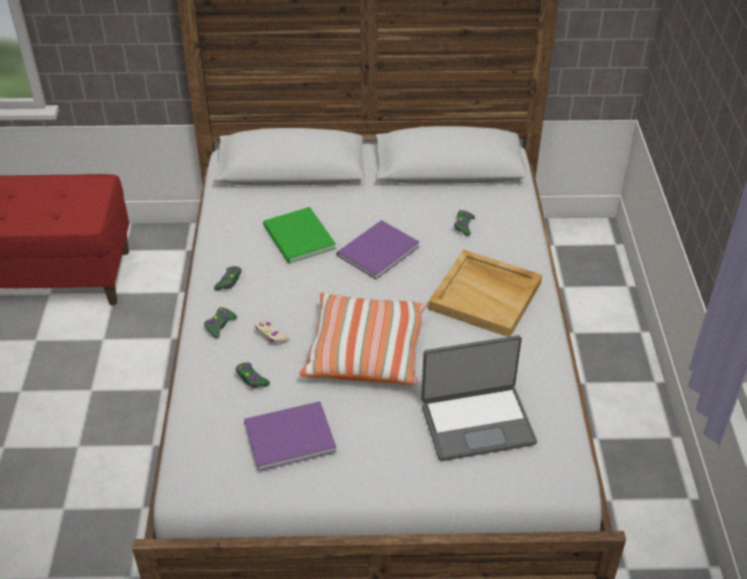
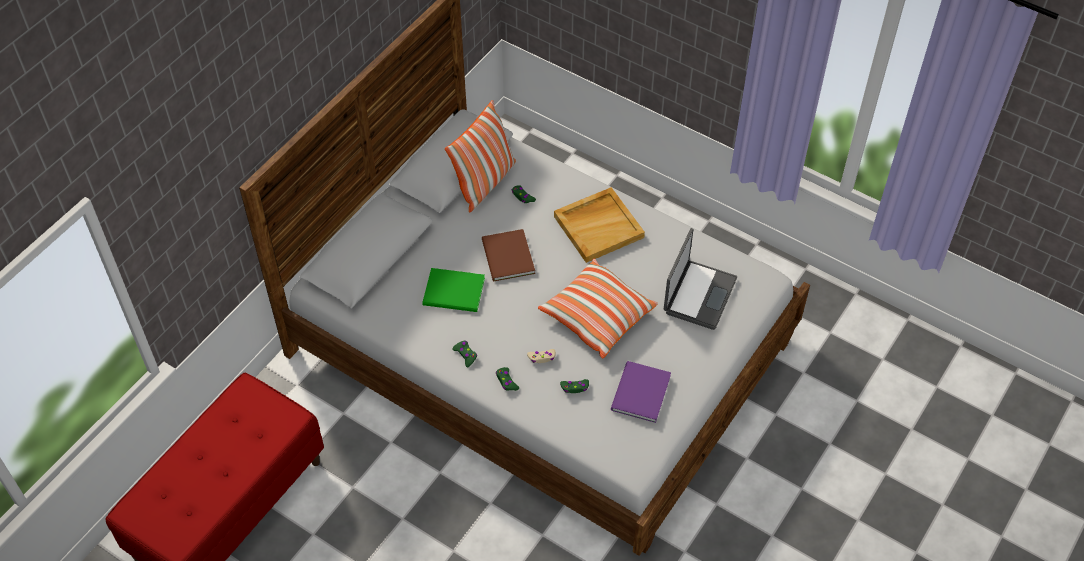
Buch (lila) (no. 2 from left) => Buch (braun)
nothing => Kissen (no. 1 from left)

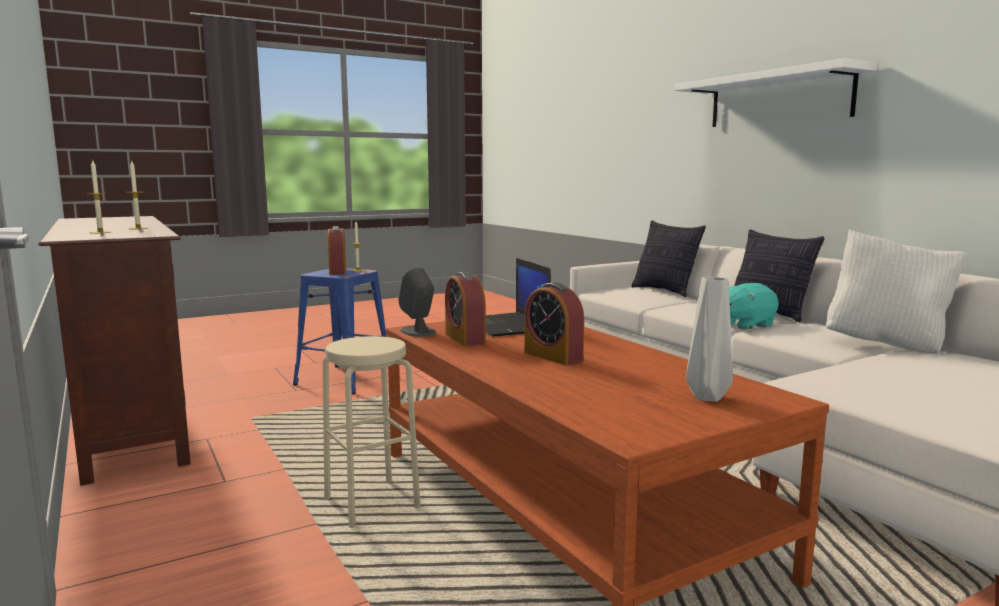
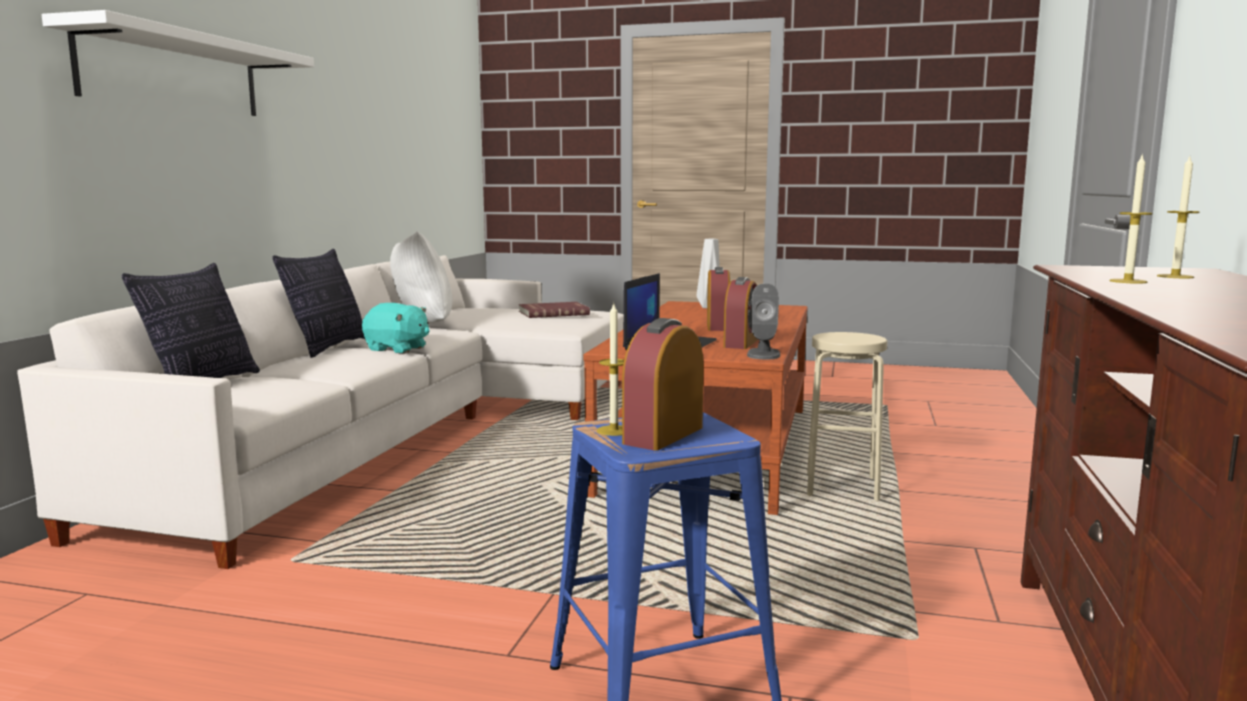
nothing => Buch (rot)

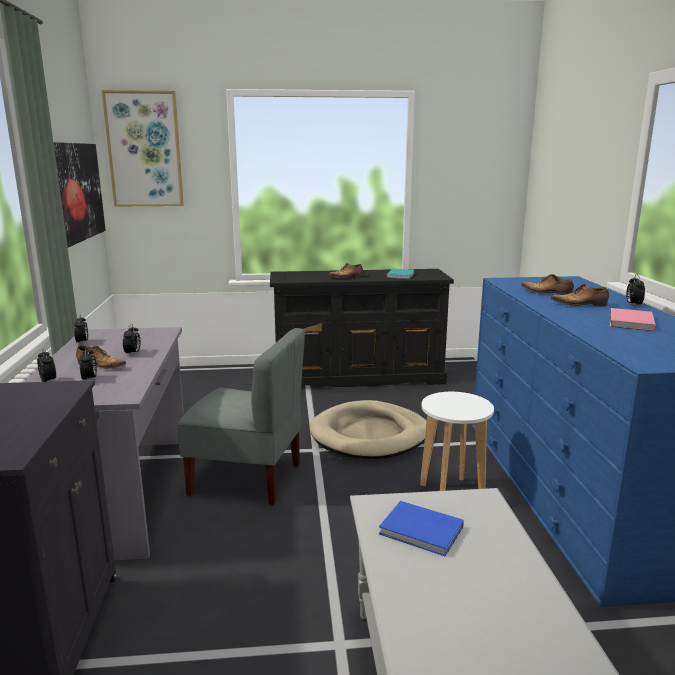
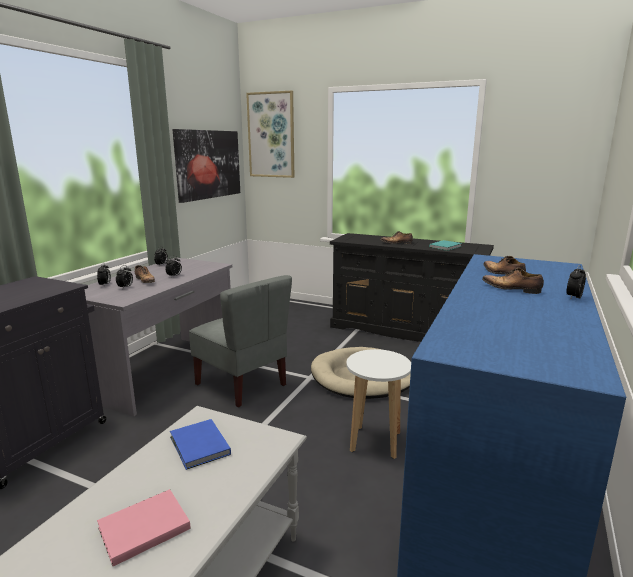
Buch (rosa), relocated

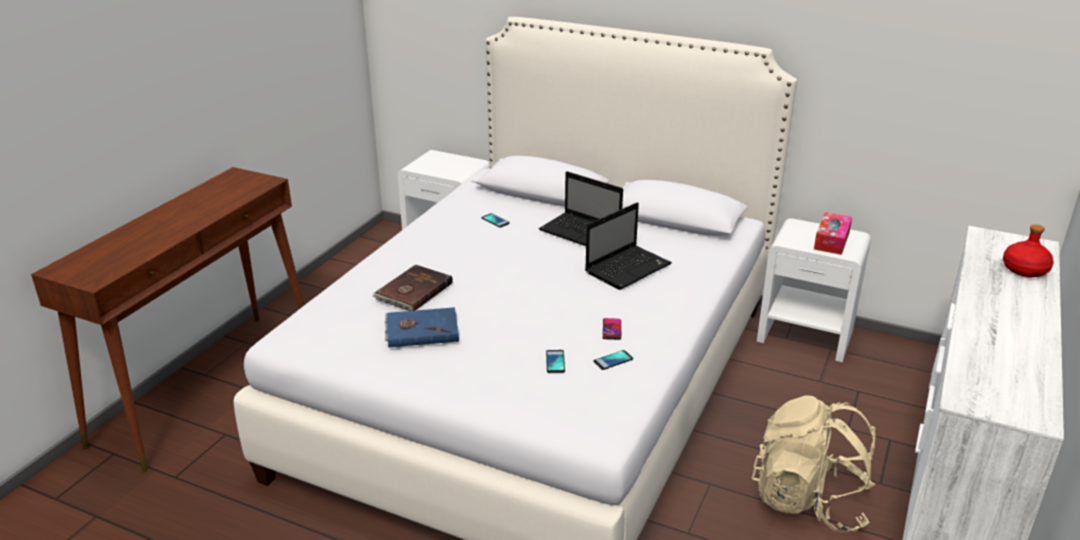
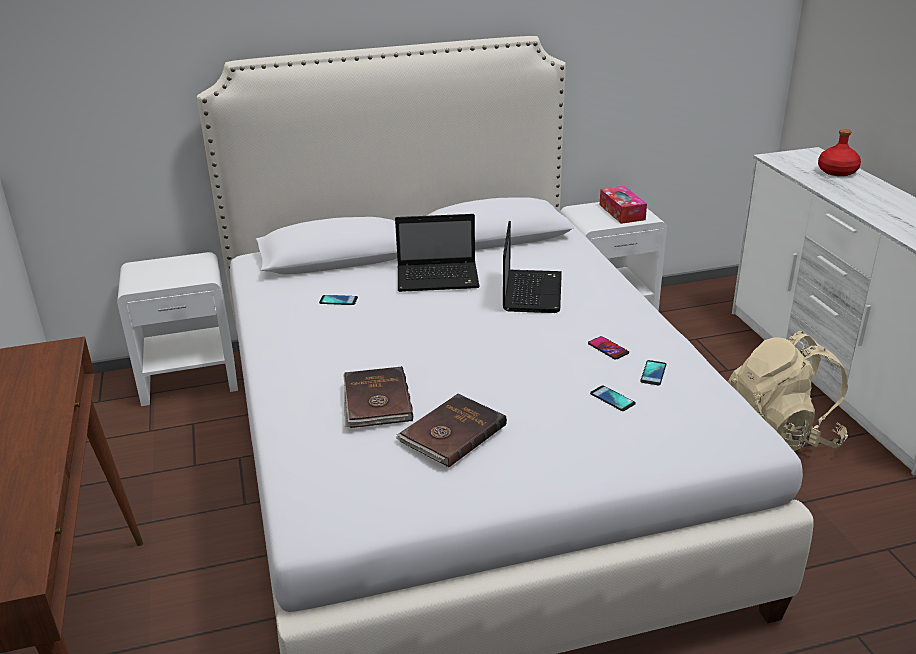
Buch (blau) => Buch (braun) (no. 2 from left)

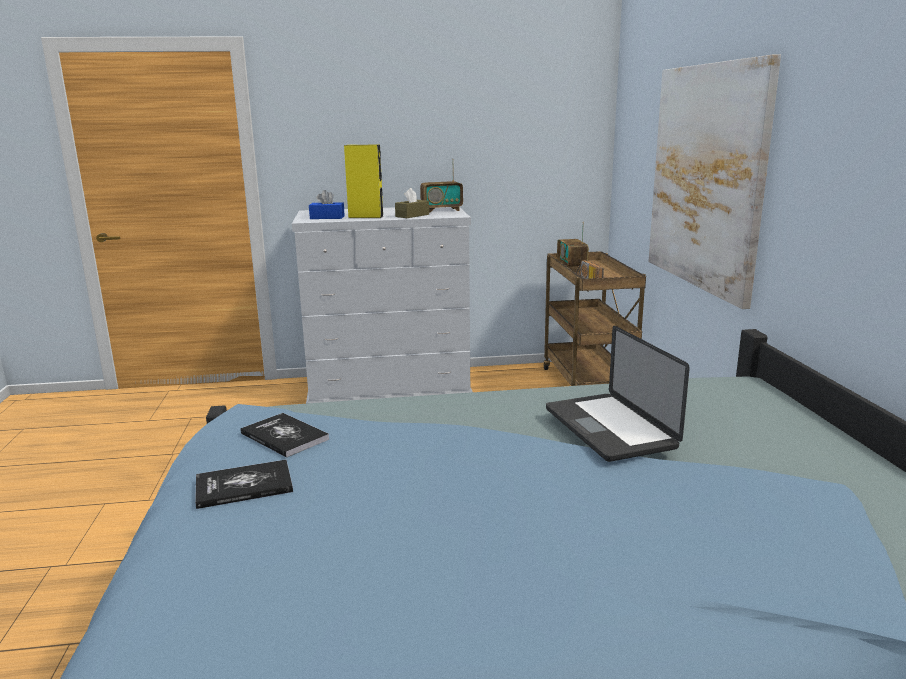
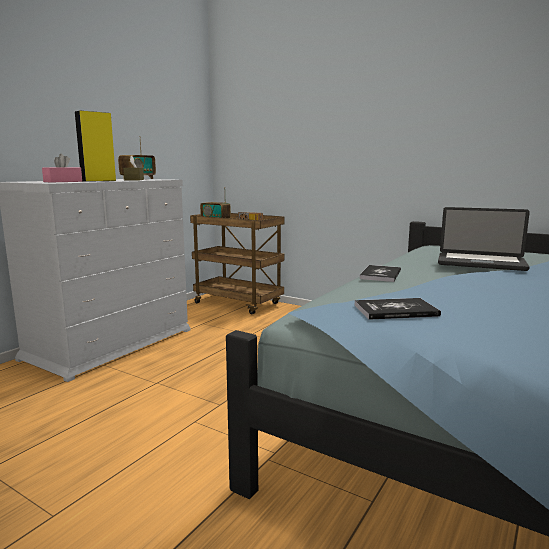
Bild => nothing
Taschentuchbox (blau) => Taschentuchbox (rosa)
Buch (no. 1 from left), relocated

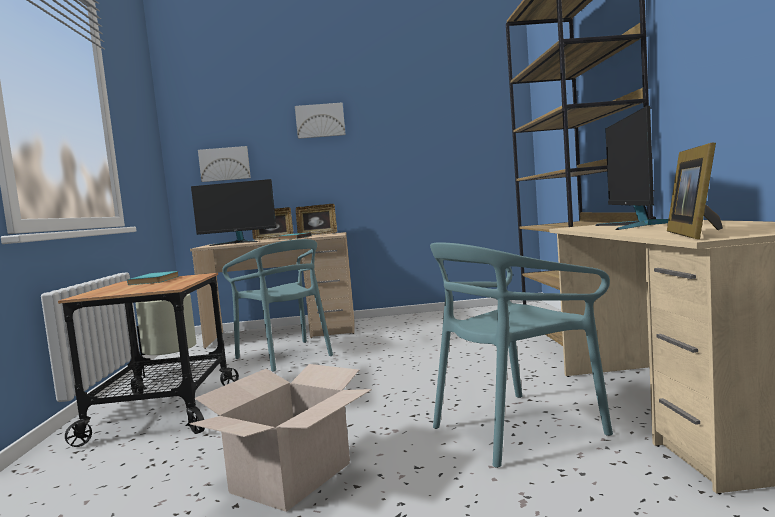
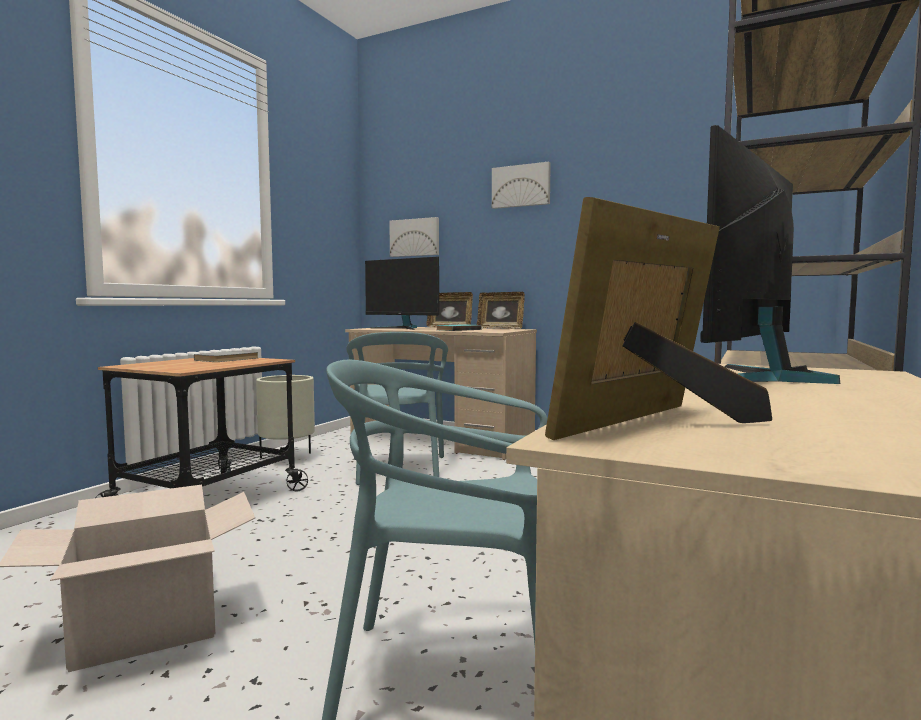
Buch (türkis) (no. 1 from left) => Buch (grau)

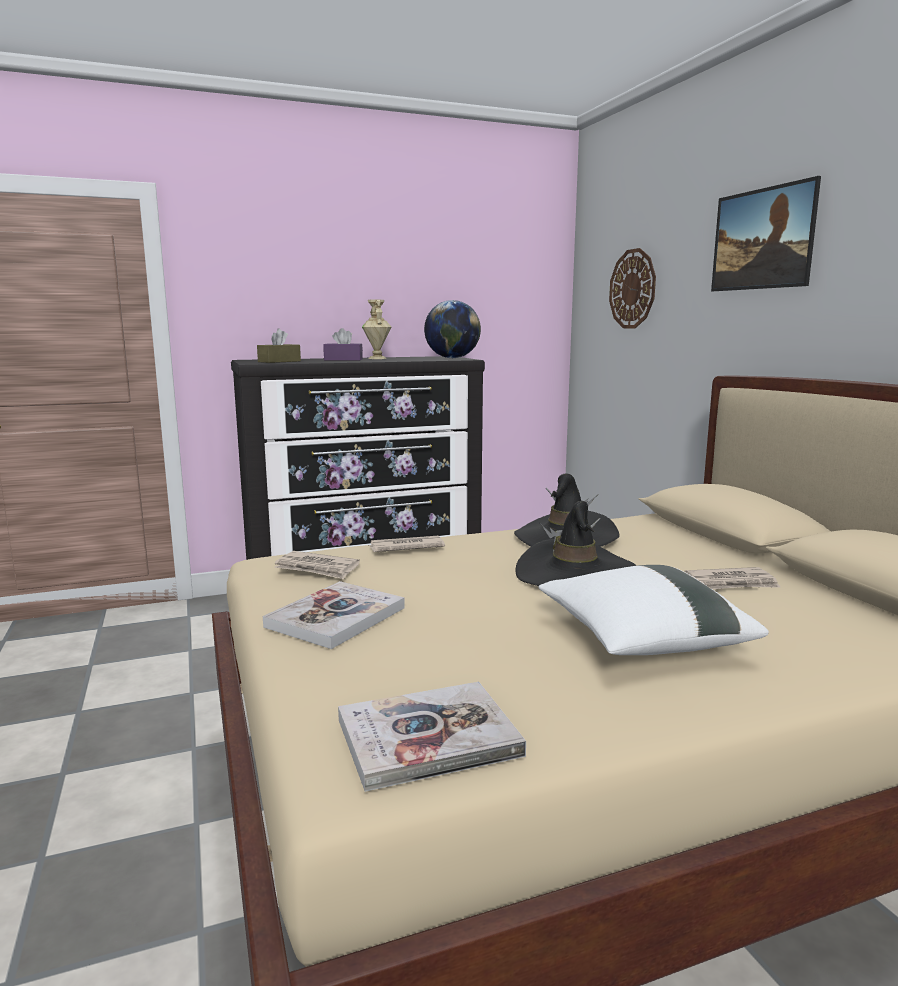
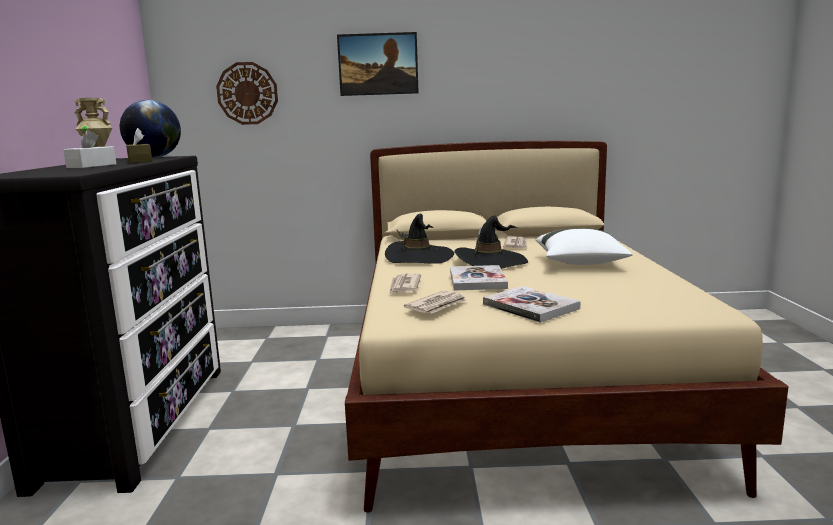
Taschentuchbox (braun), relocated
Taschentuchbox (lila) => Taschentuchbox (weiß)
Buch (no. 2 from left in the first image) => Buch (no. 1 from left), relocated

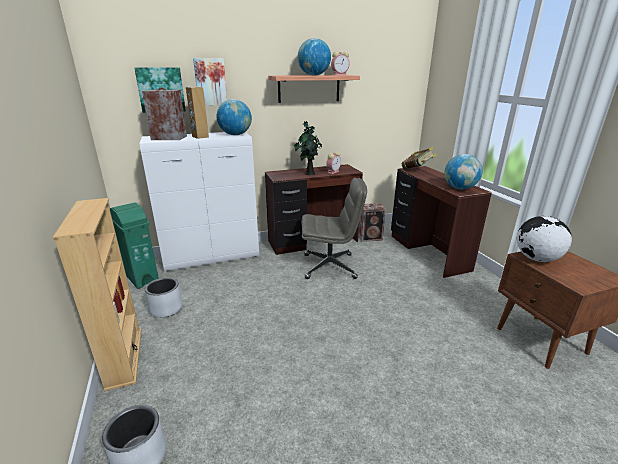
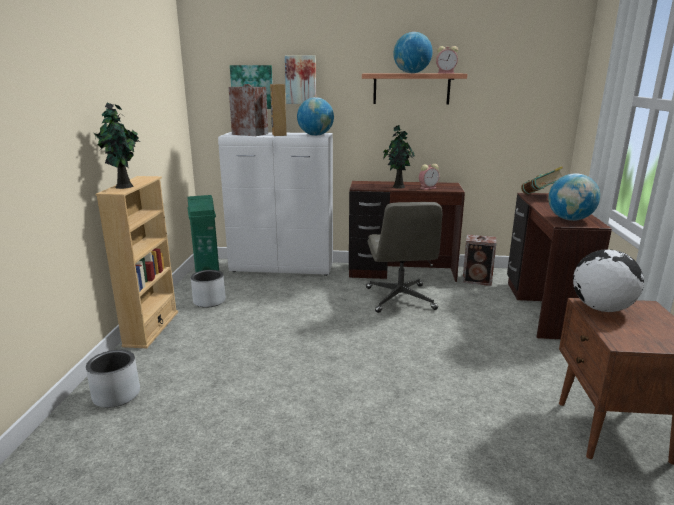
Bürostuhl (grau), 60 degrees clockwise
nothing => Topfpflanze (no. 1 from left)

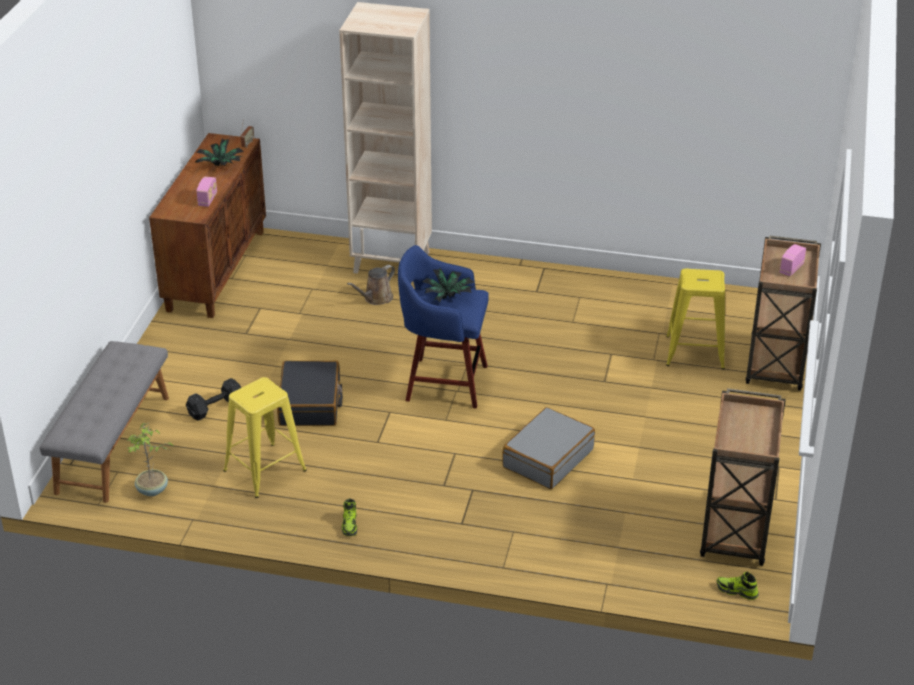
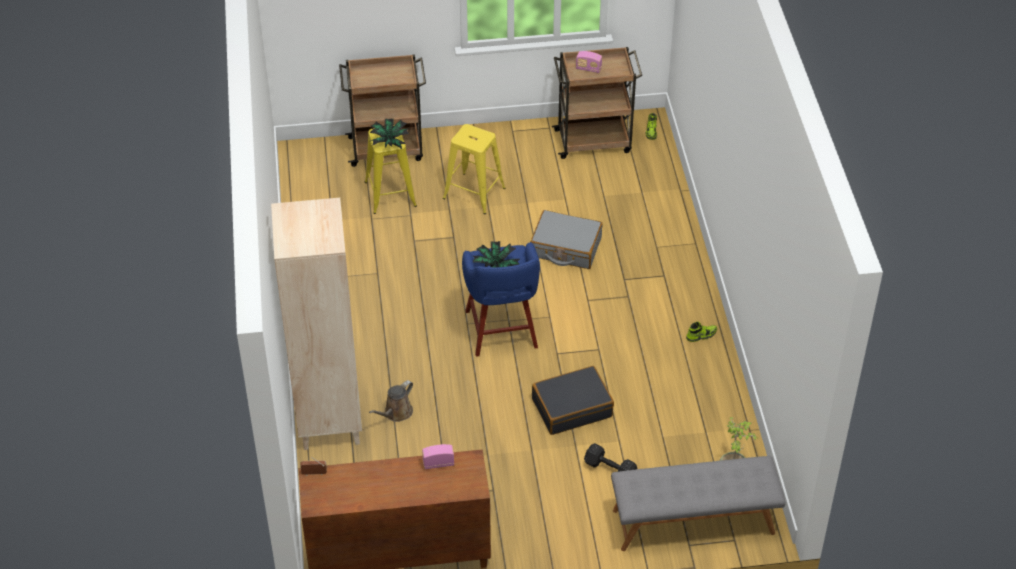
Topfpflanze (no. 2 from left in the first image) => Topfpflanze (no. 1 from left), relocated
Radio (no. 3 from left), relocated
Gießkanne (braun), 105 degrees clockwise
Hocker (gelb) (no. 1 from left in the first image) => Hocker (gelb) (no. 2 from left), relocated

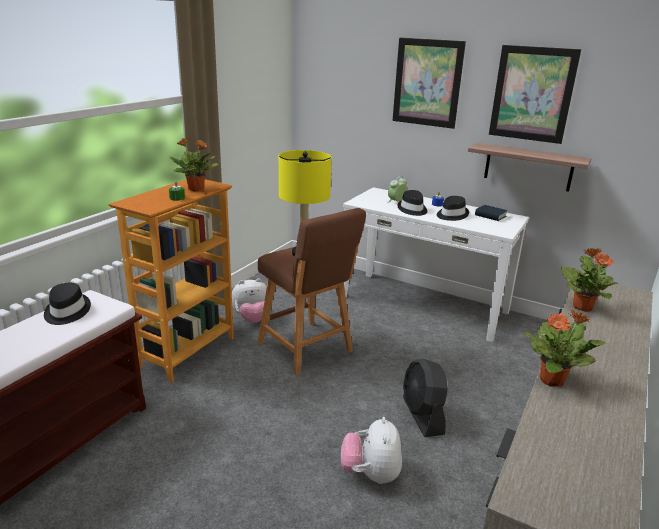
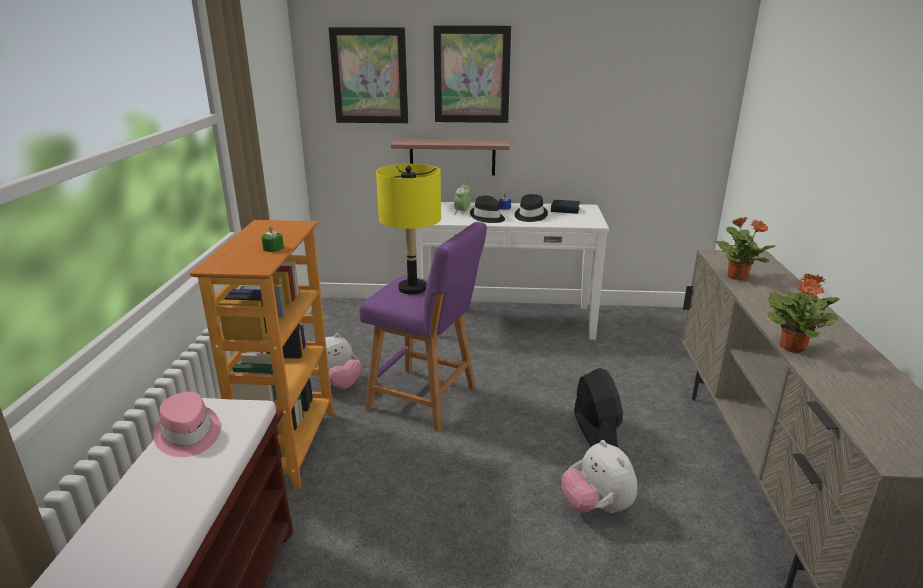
Bild (no. 2 from left in the first image) => Bild (no. 1 from left), relocated
Topfpflanze (no. 1 from left) => nothing
Wandregal, relocated
Hocker (braun) => Hocker (lila)
Hut (schwarz) (no. 1 from left) => Hut (rosa)
Ventilator (schwarz), 150 degrees counterclockwise

